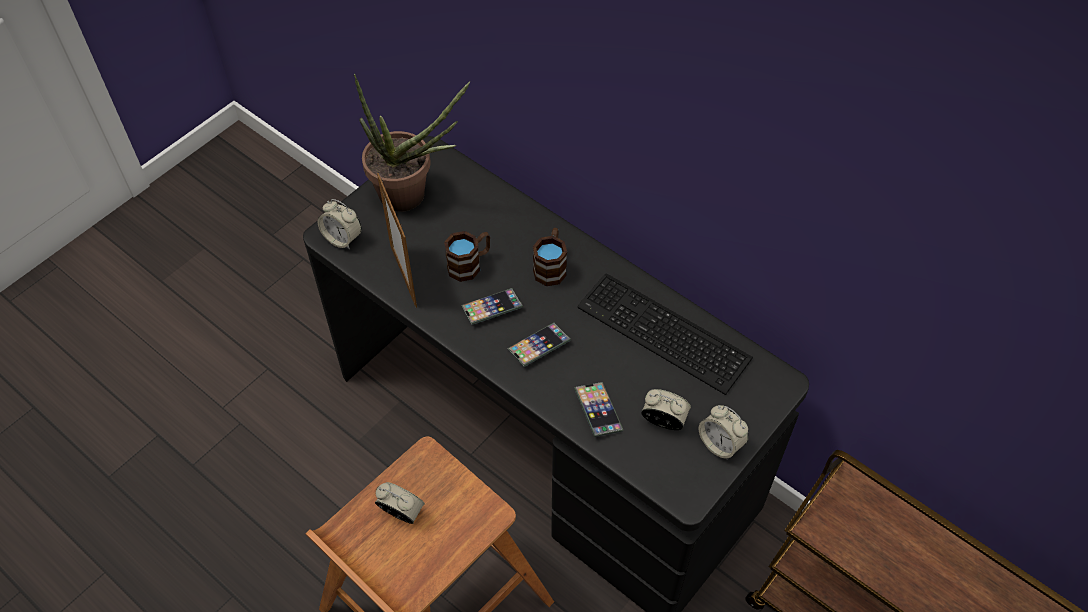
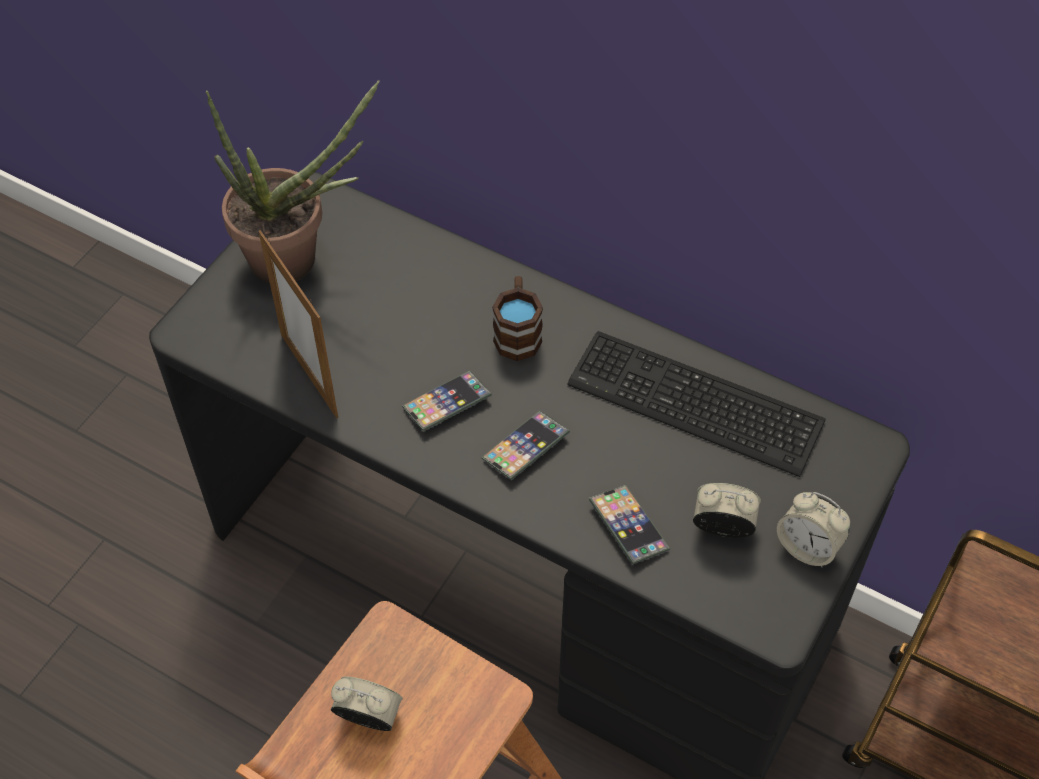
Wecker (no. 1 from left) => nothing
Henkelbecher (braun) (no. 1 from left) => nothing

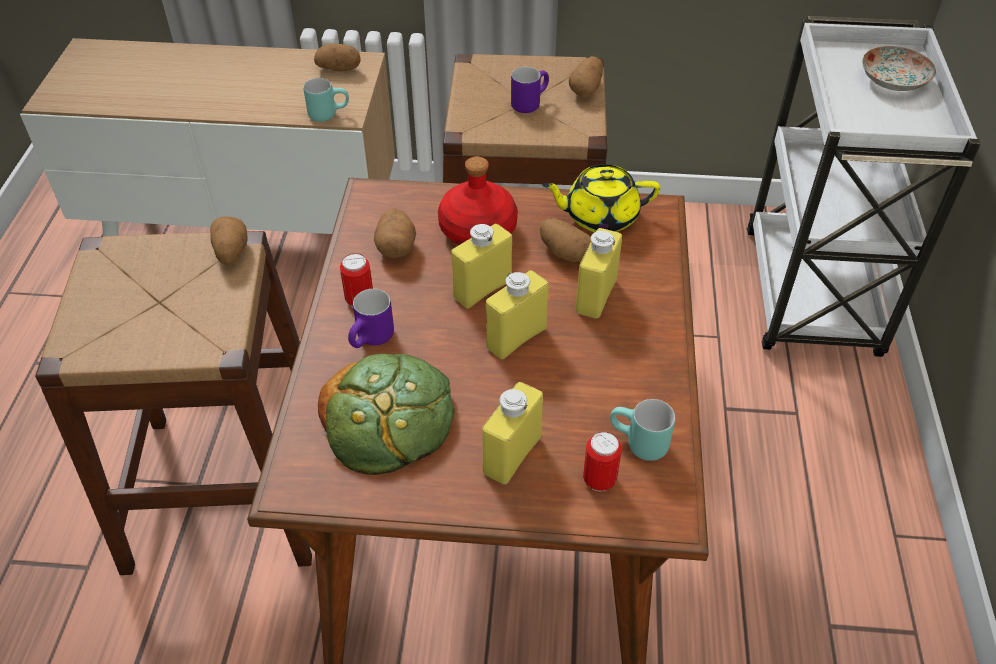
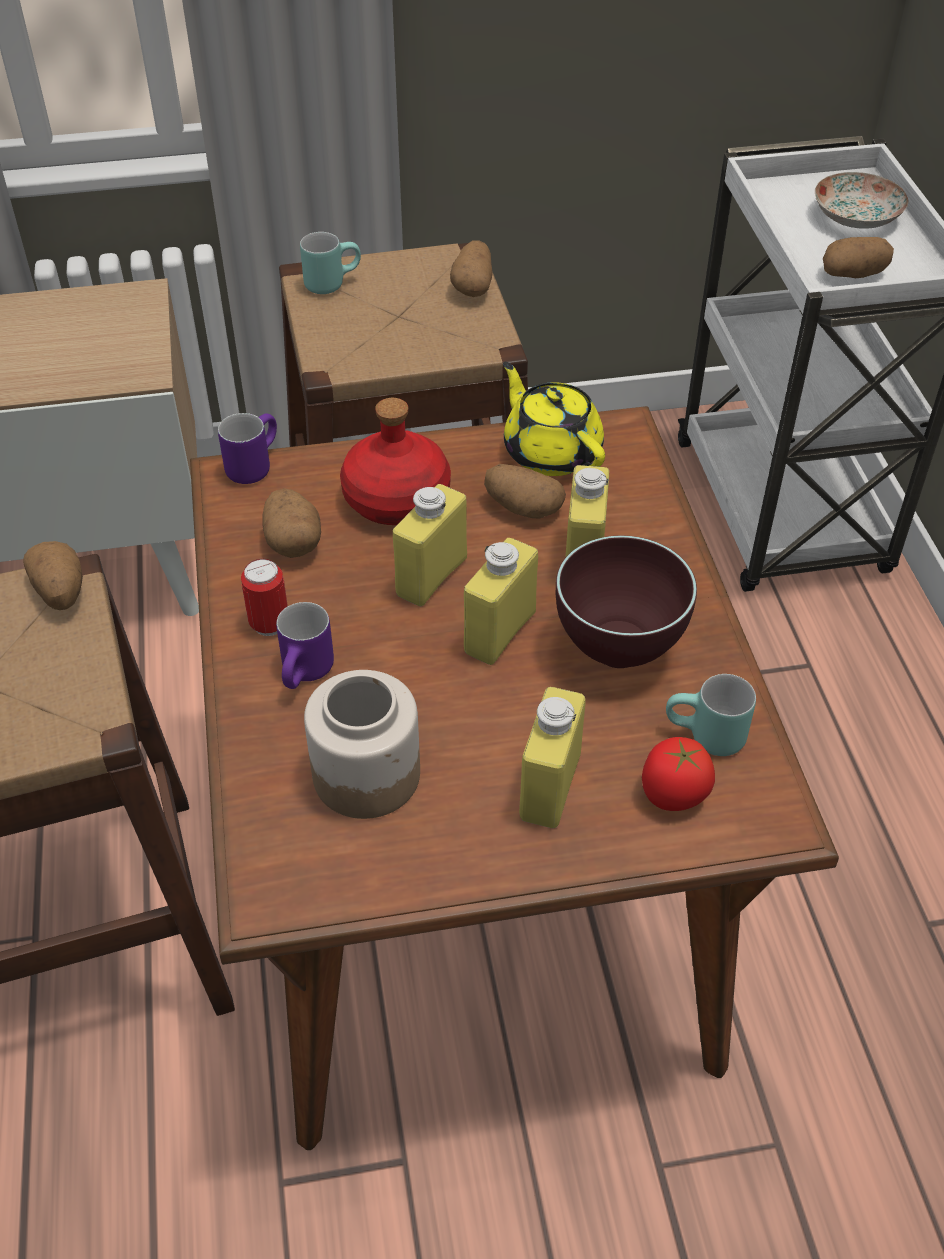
Kartoffel (no. 2 from left in the first image) => Kartoffel (no. 5 from left), relocated
Henkelbecher (lila) (no. 2 from left in the first image) => Henkelbecher (lila) (no. 1 from left), relocated
Henkelbecher (türkis) (no. 1 from left), relocated
Teekanne (gelb), 75 degrees clockwise
Brot => Vorratsglas
Dose (no. 2 from left) => Tomate
nothing => Schüssel (braun)

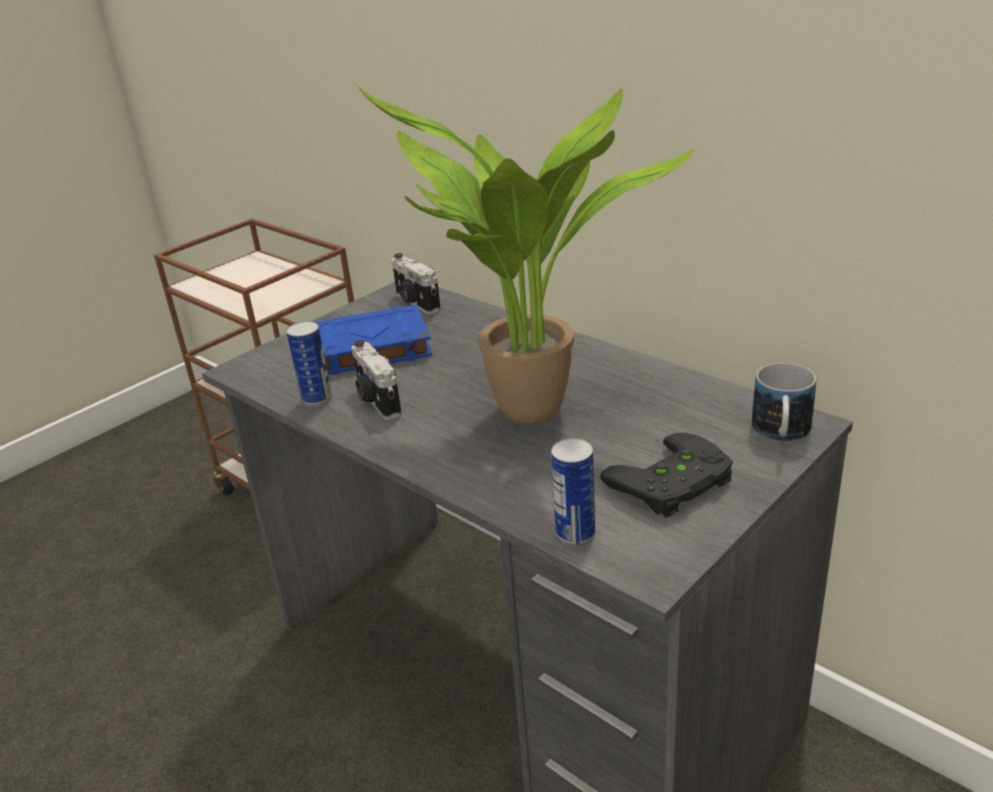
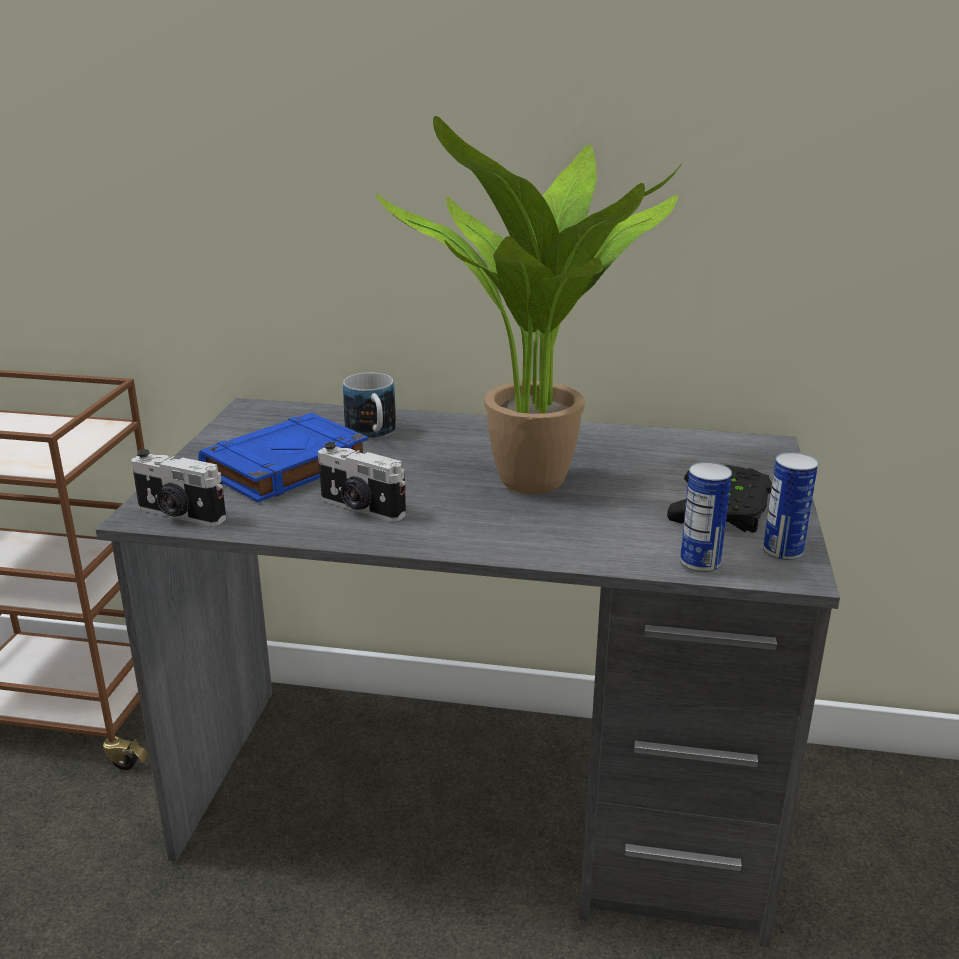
Kamera (no. 2 from left in the first image) => Kamera (no. 1 from left), relocated
Dose (no. 1 from left in the first image) => Dose (no. 2 from left), relocated
Henkelbecher, relocated

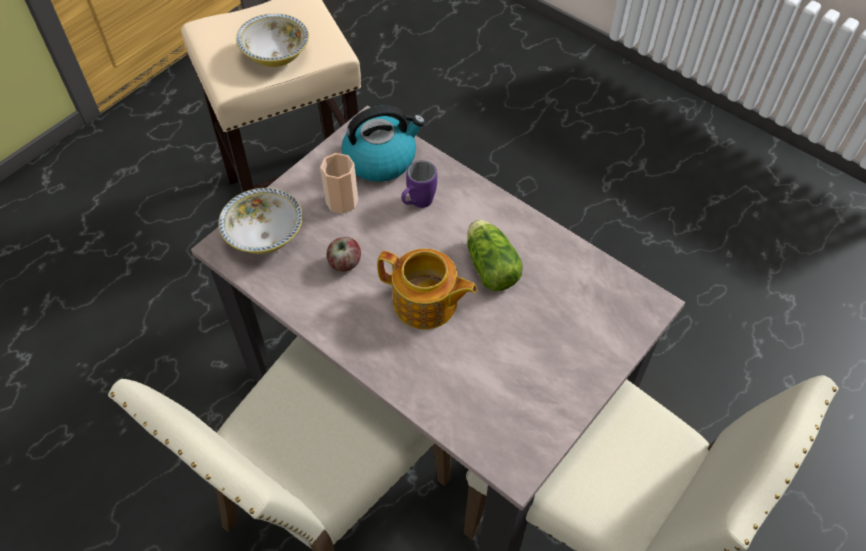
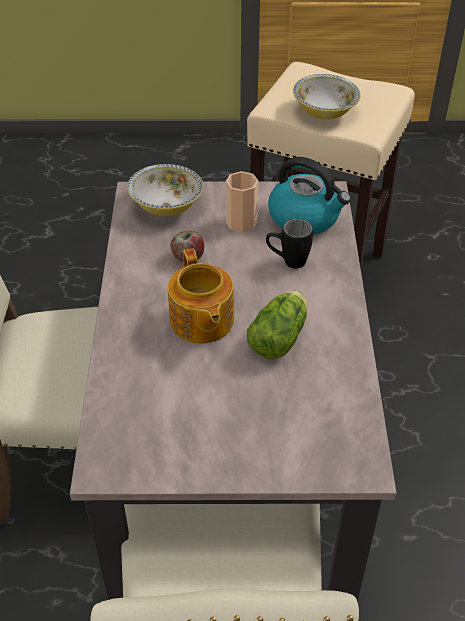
Henkelbecher (lila) => Henkelbecher (schwarz)

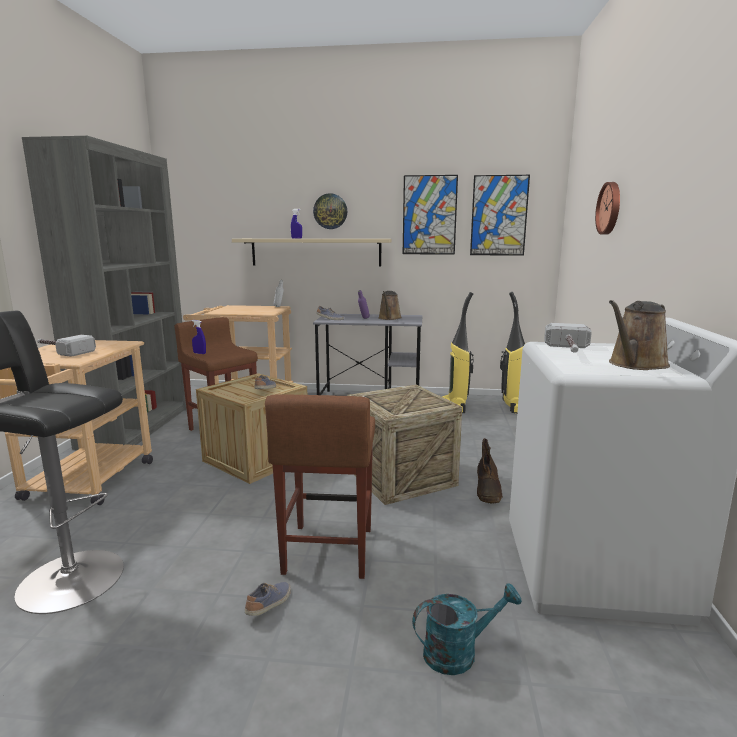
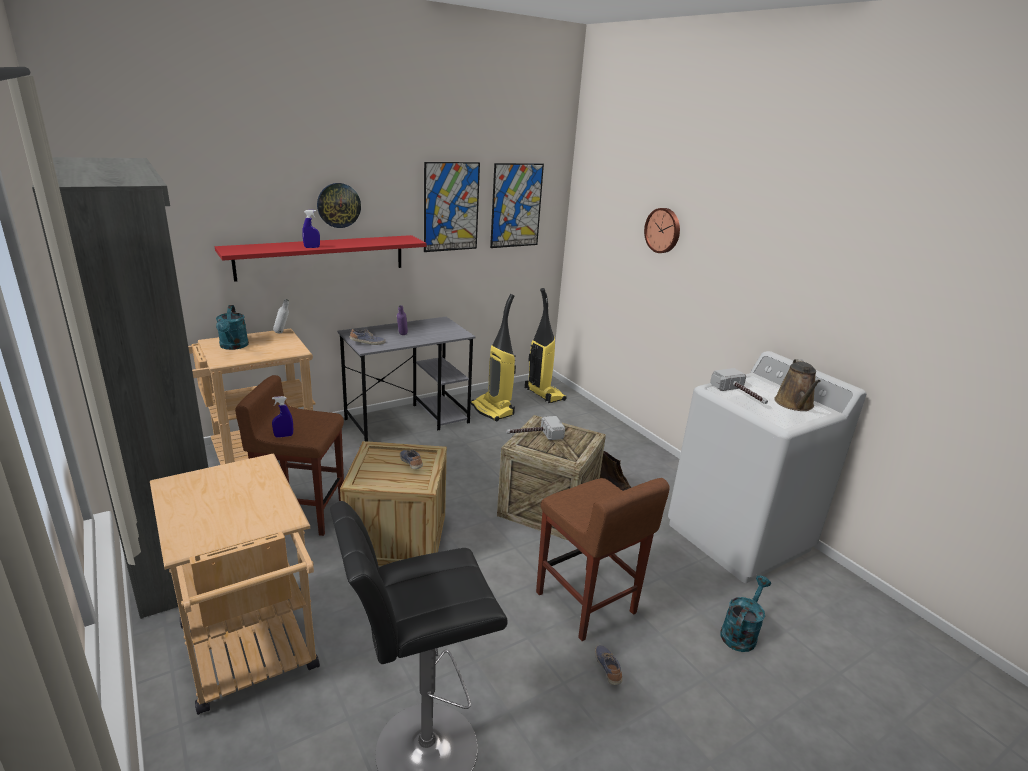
Wandregal (beige) => Wandregal (rot)
Gießkanne (braun) (no. 1 from left) => nothing
Hammer (no. 1 from left), relocated
nothing => Gießkanne (türkis) (no. 1 from left)

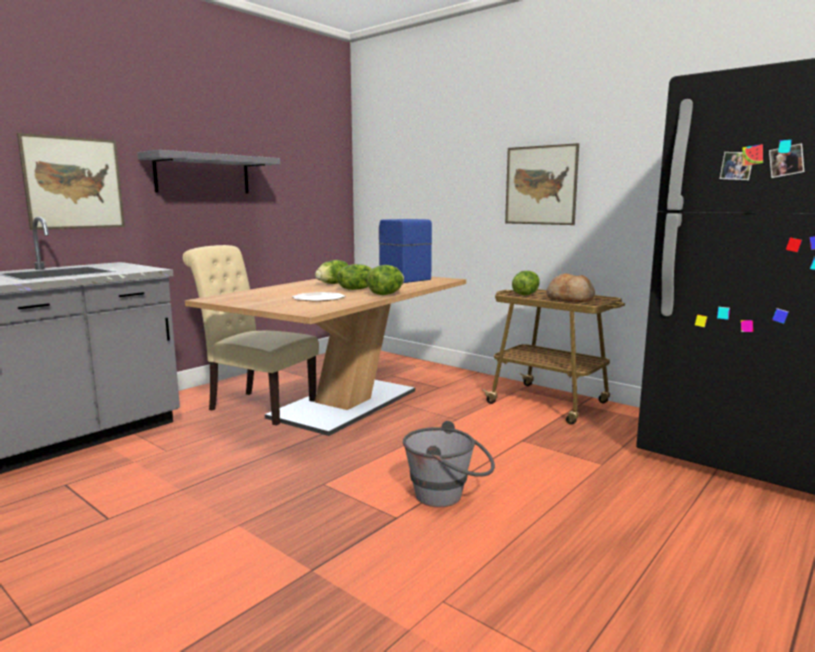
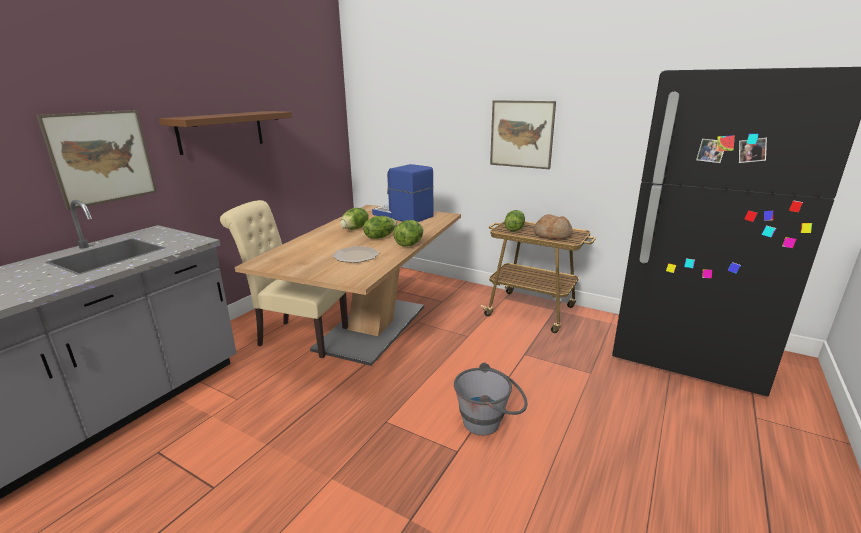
Wandregal (grau) => Wandregal (braun)

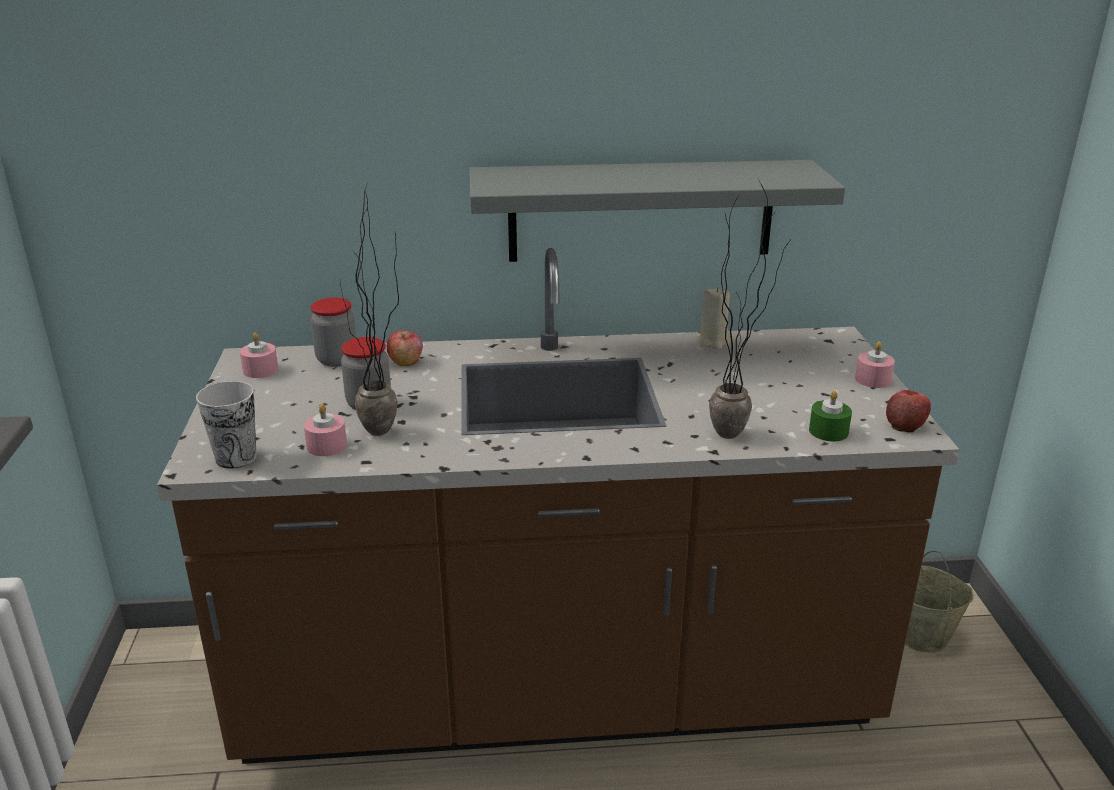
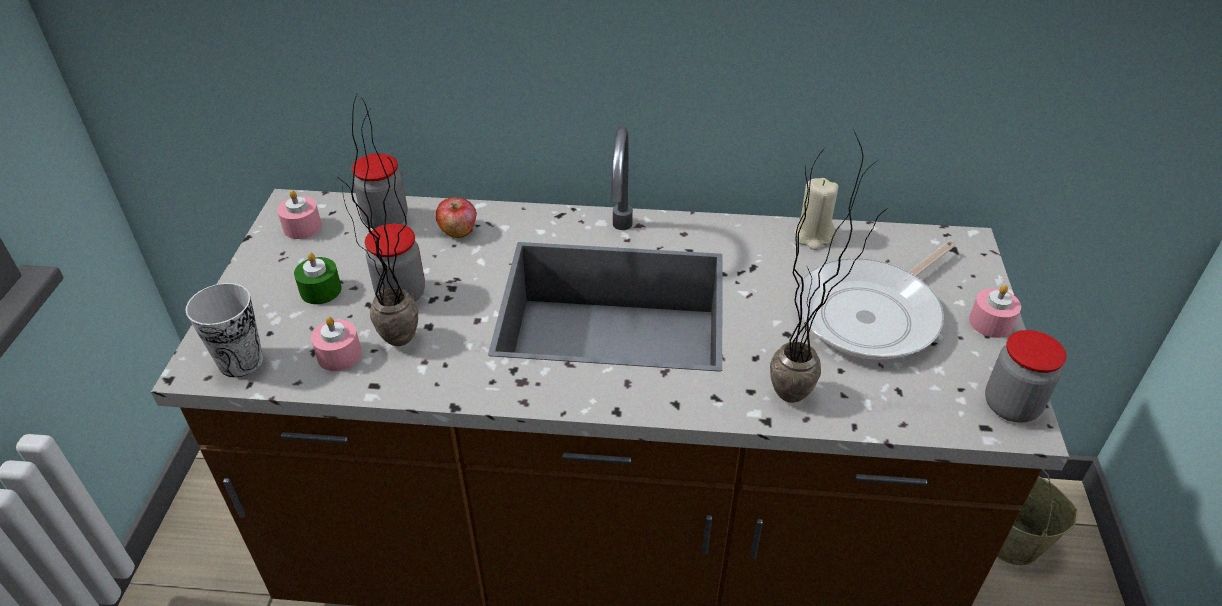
Wandregal (grau) => nothing
Kerze (grün), relocated
Apfel (no. 2 from left) => Vorratsglas (no. 3 from left)
nothing => Pfanne

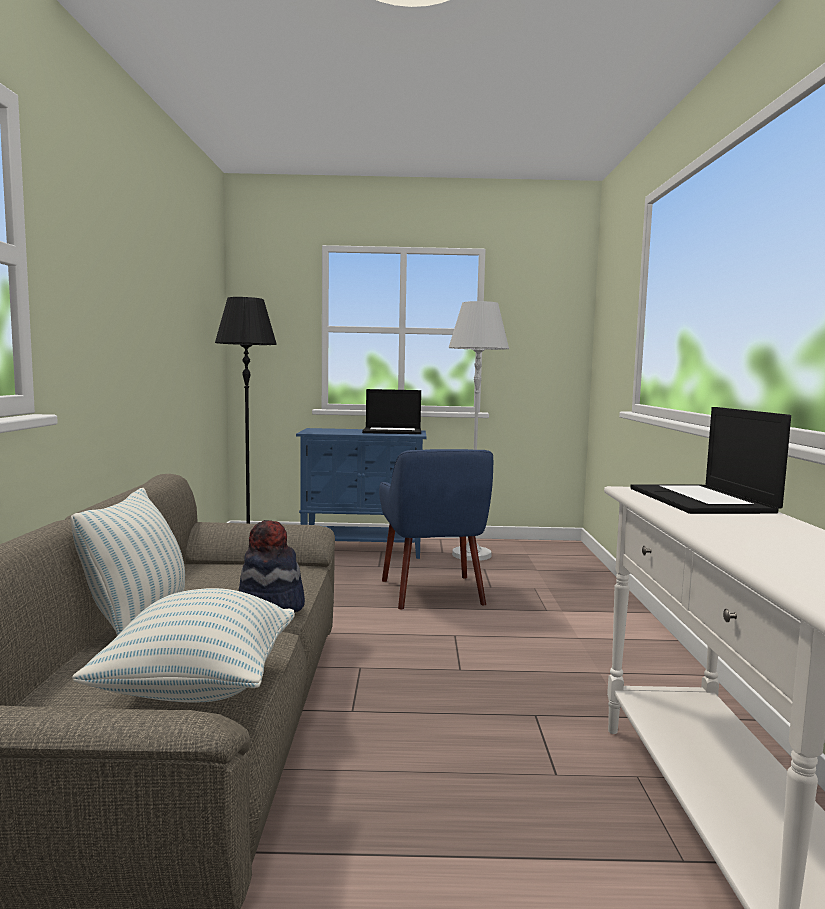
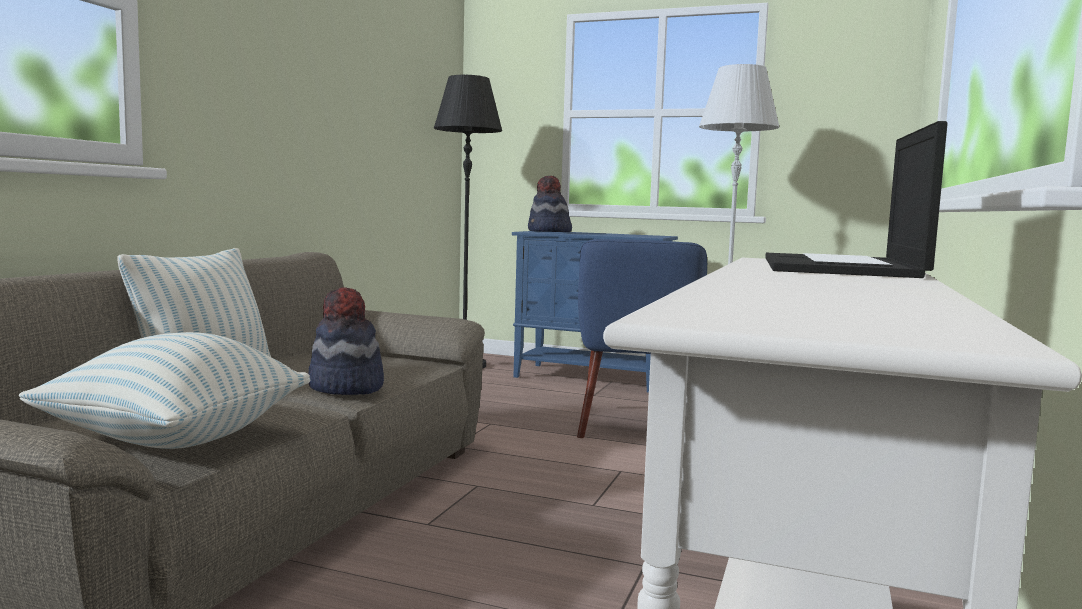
Laptop (no. 1 from left) => nothing
nothing => Hut (no. 2 from left)

